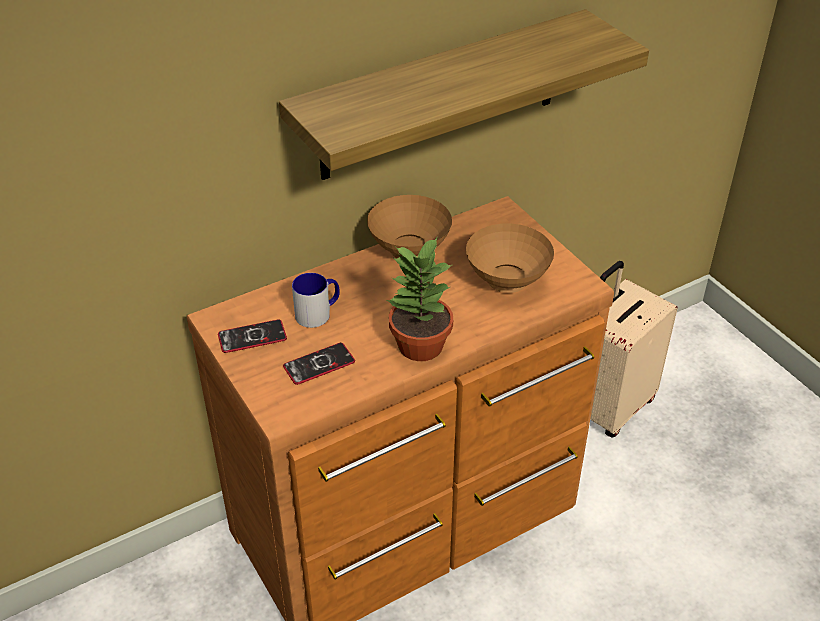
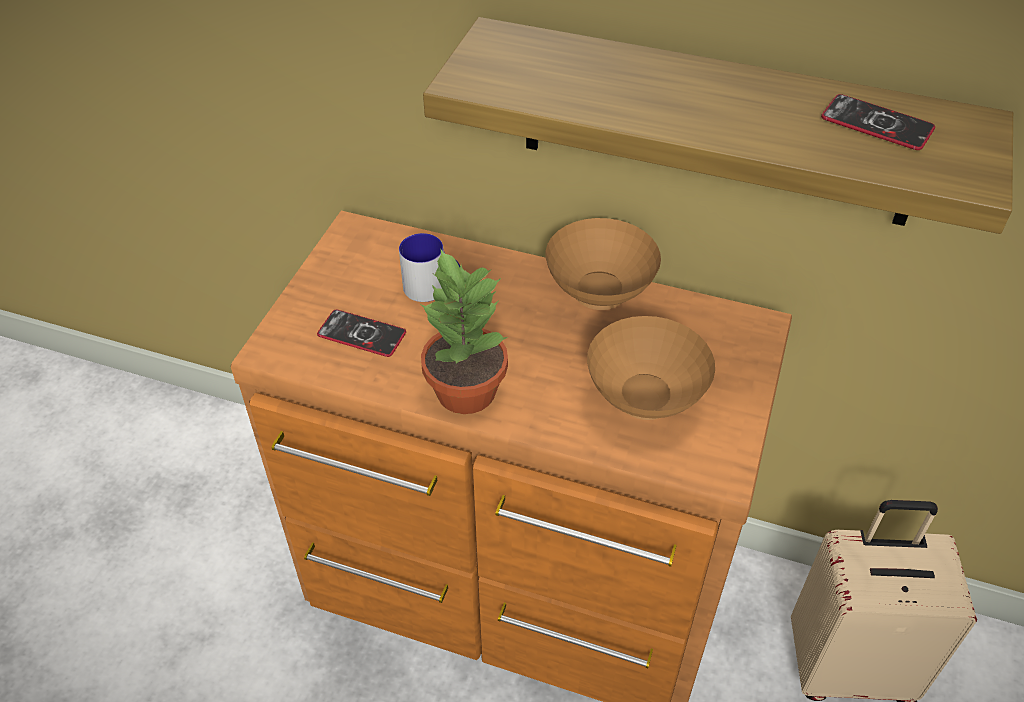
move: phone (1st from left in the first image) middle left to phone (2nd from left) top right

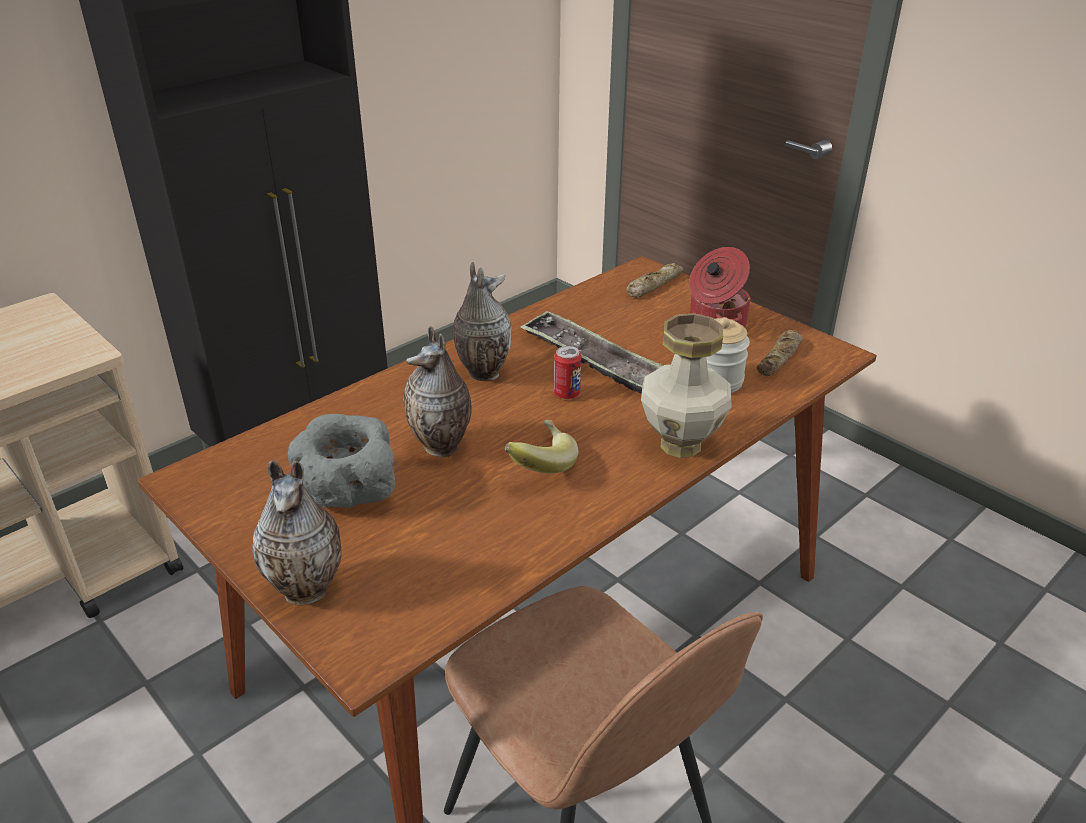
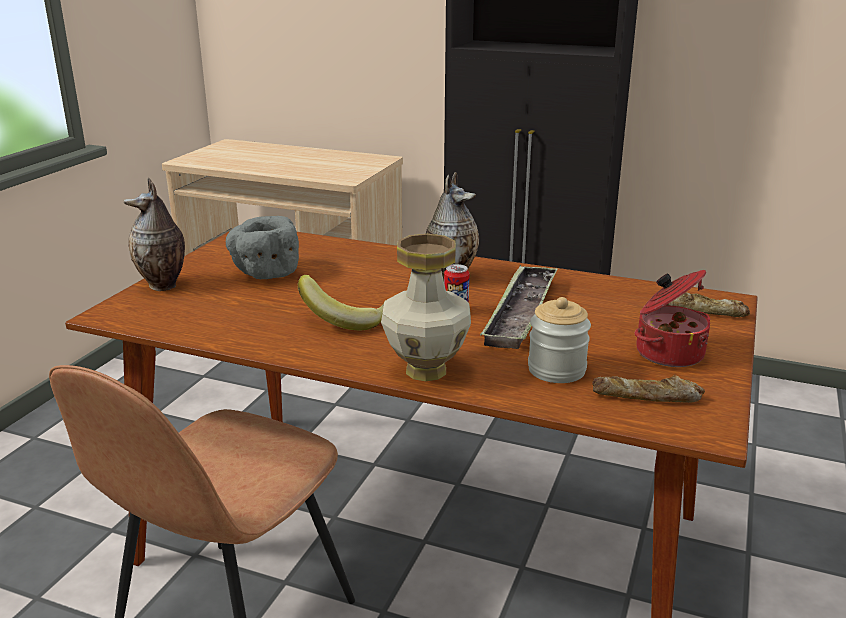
delete: vase (2nd from left) centre

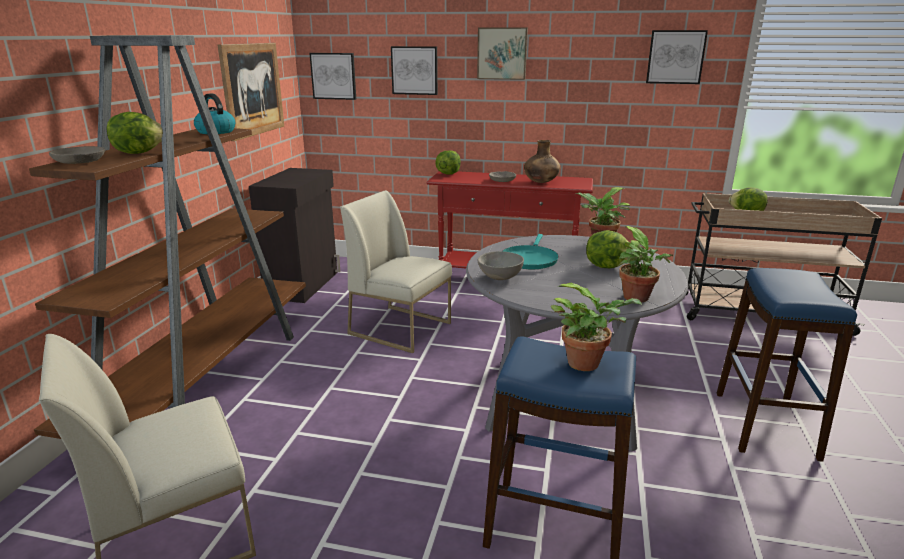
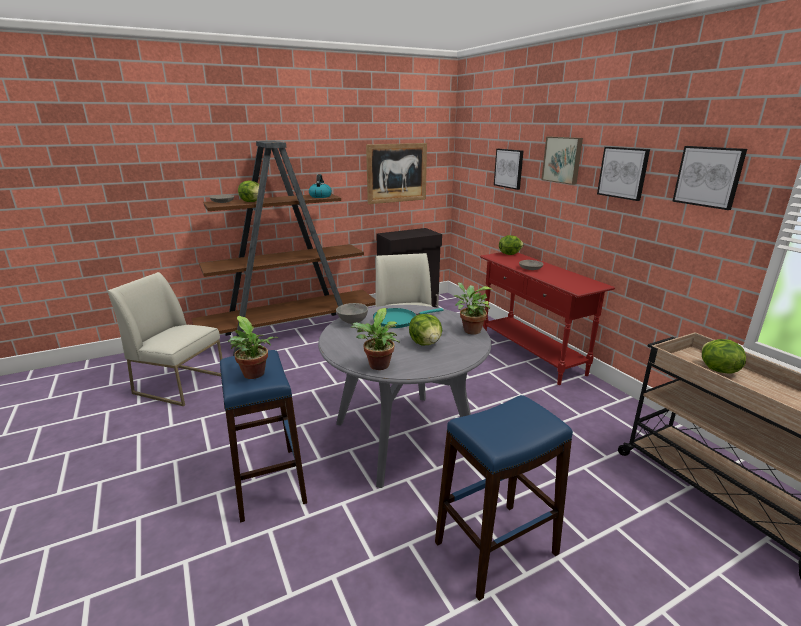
delete: vase (brown) top centre
move: picture (2nd from left in the first image) top centre to picture (4th from left) top right

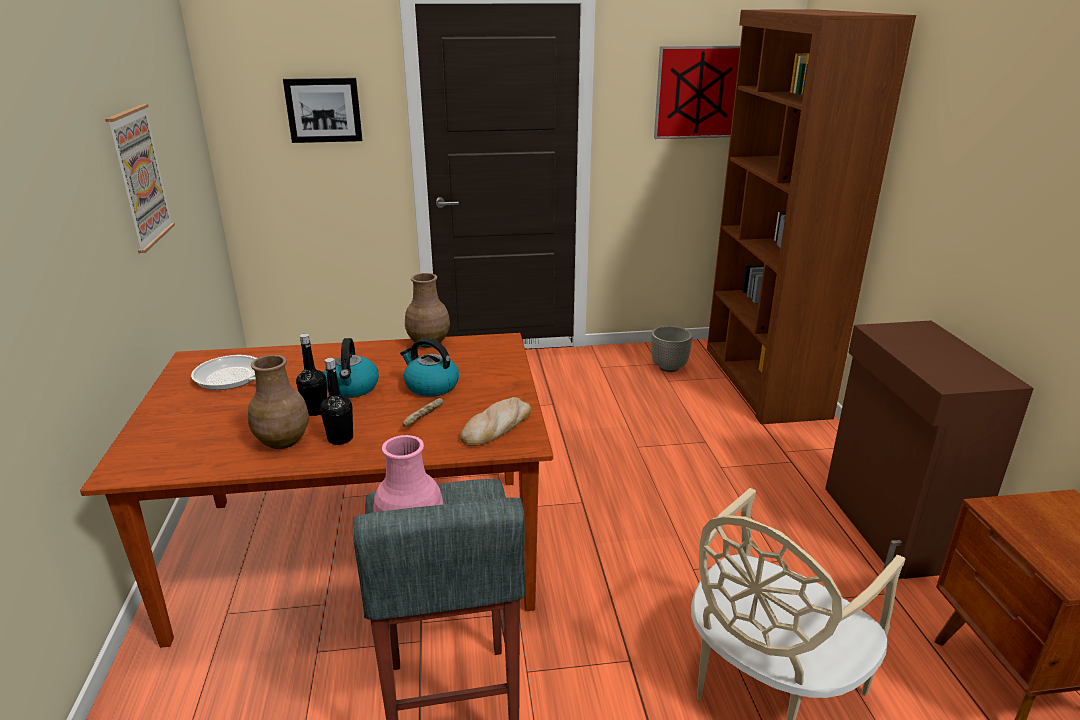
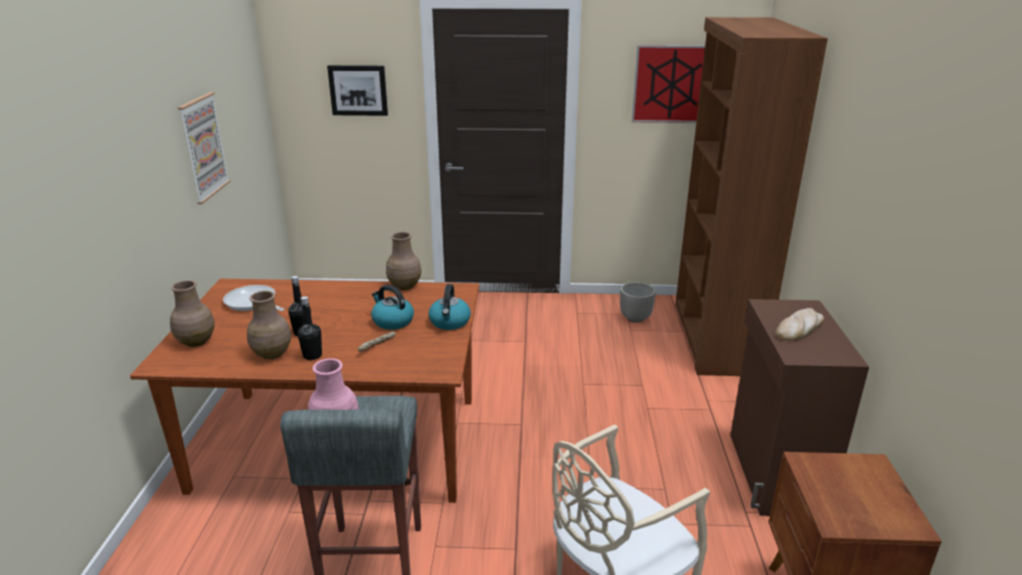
insert: vase (brown) (1st from left) middle left
move: kettle (1st from left in the first image) middle left to kettle (2nd from left) centre; bread (2nd from left) centre to middle right

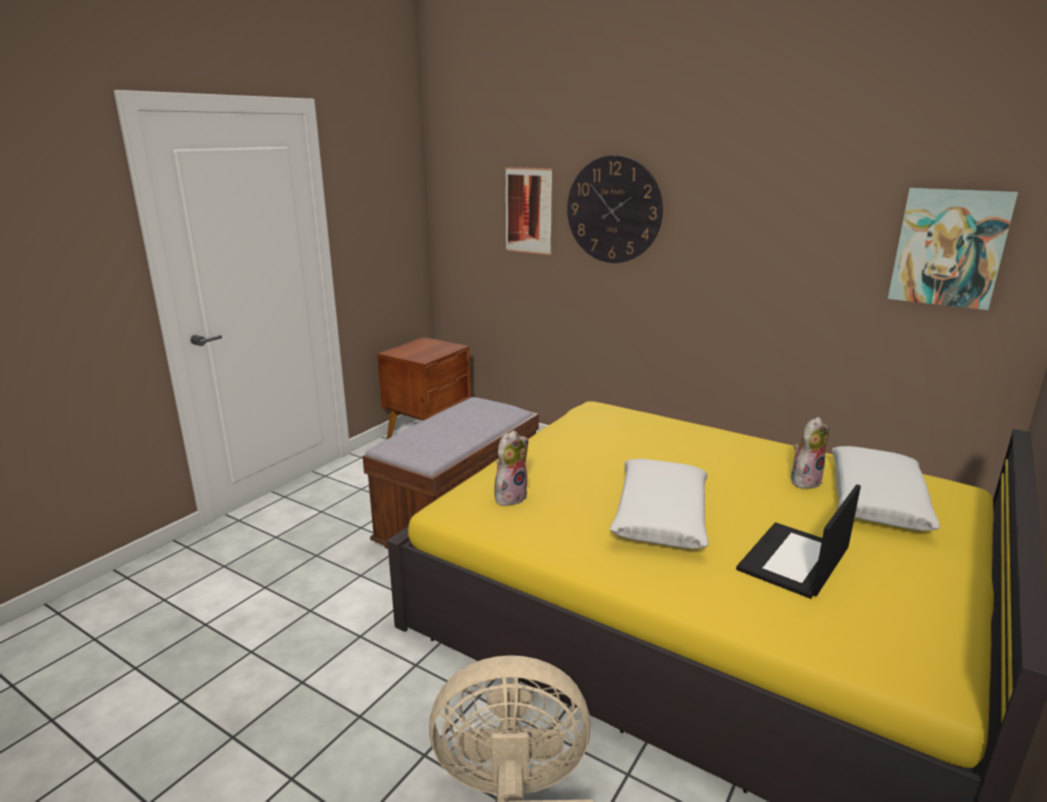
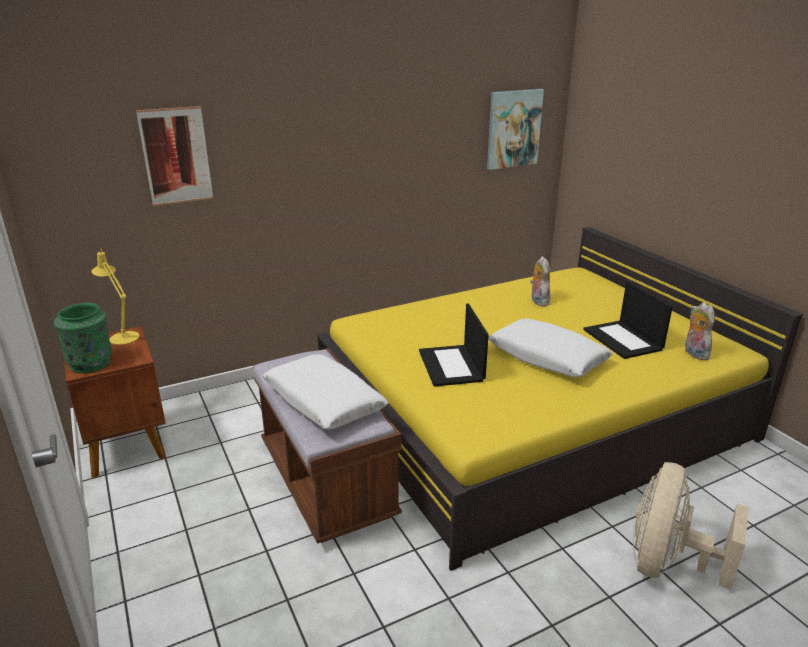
delete: wall clock top centre
insert: vase (green) middle left; table lamp (yellow) middle left; laptop (1st from left) centre
move: plush toy (1st from left in the first image) centre to plush toy (2nd from left) middle right; pillow (white) (2nd from left in the first image) middle right to pillow (white) (1st from left) centre

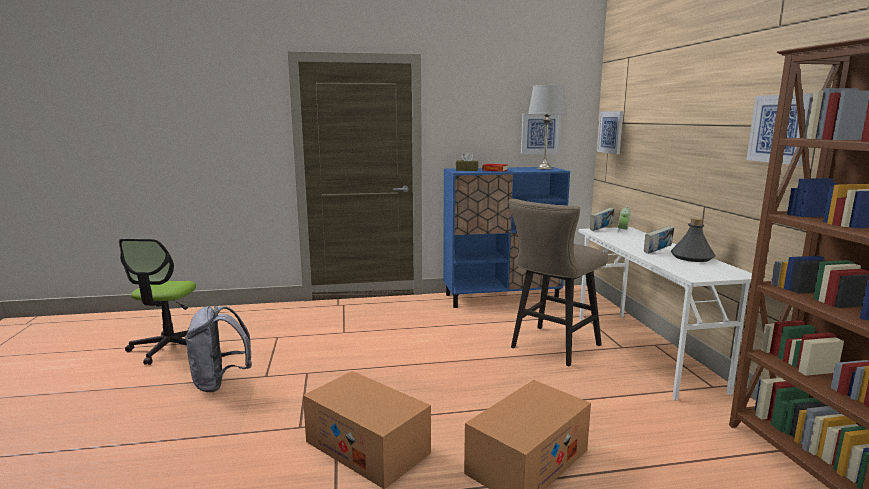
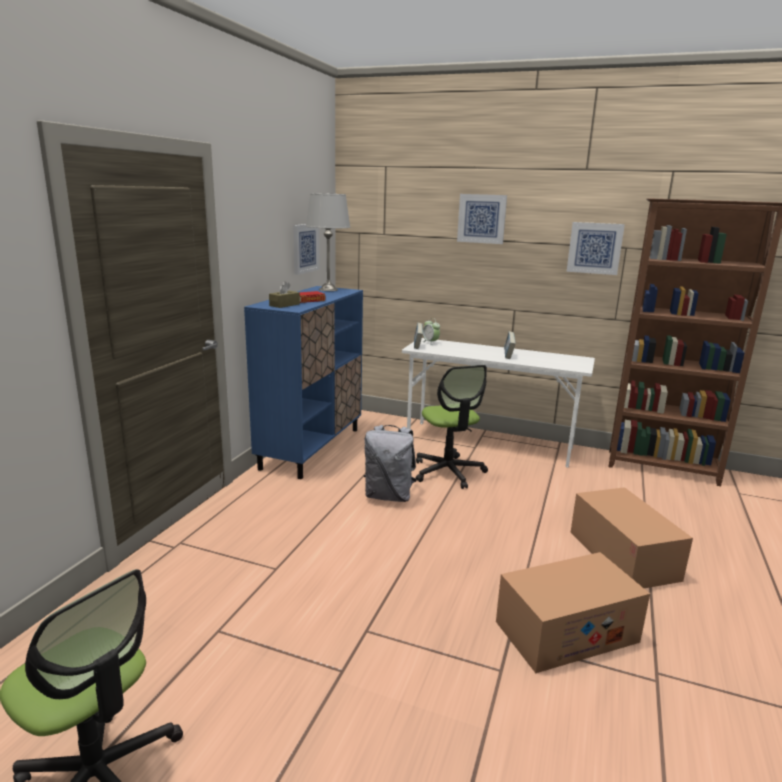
delete: bottle (grey) middle right
move: backpack (grey) bottom left to centre; picture (2nd from left) top right to top centre
replace: stool (beige) centre to office chair (2nd from left) centre

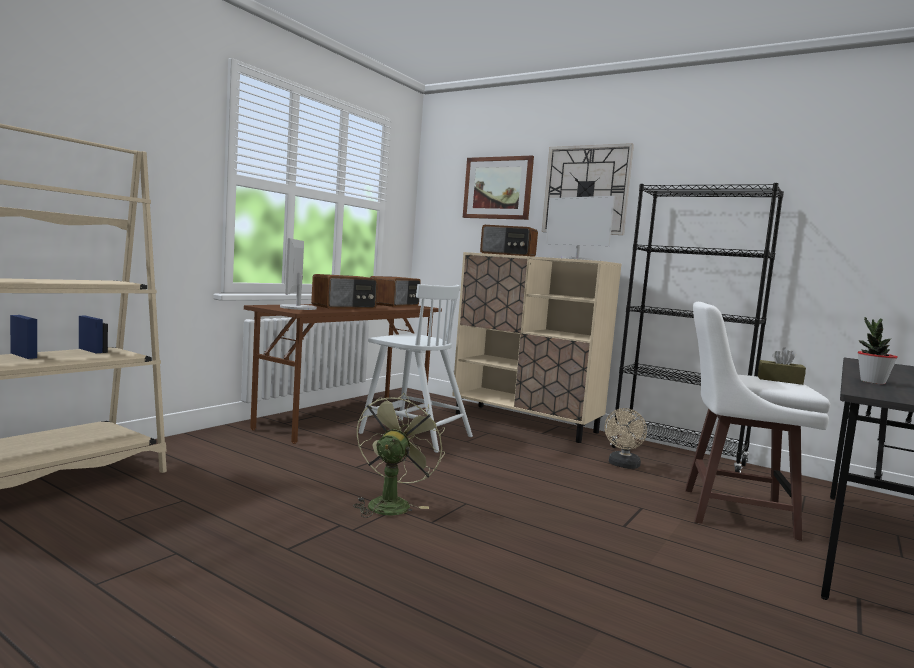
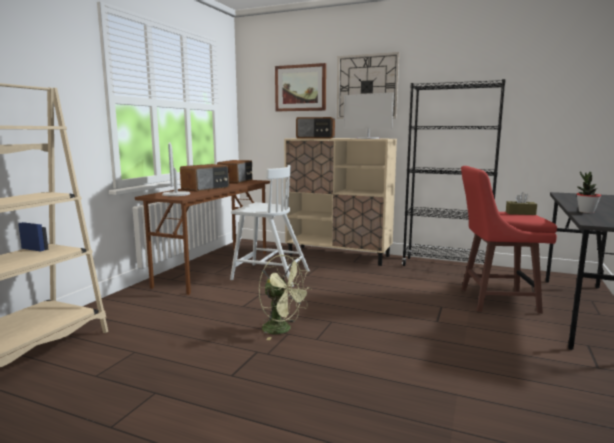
delete: fan (beige) middle right
recolor: stool (white) middle right to stool (red) middle right
rotate: fan (green) bottom centre = bottom centre 120 degrees clockwise

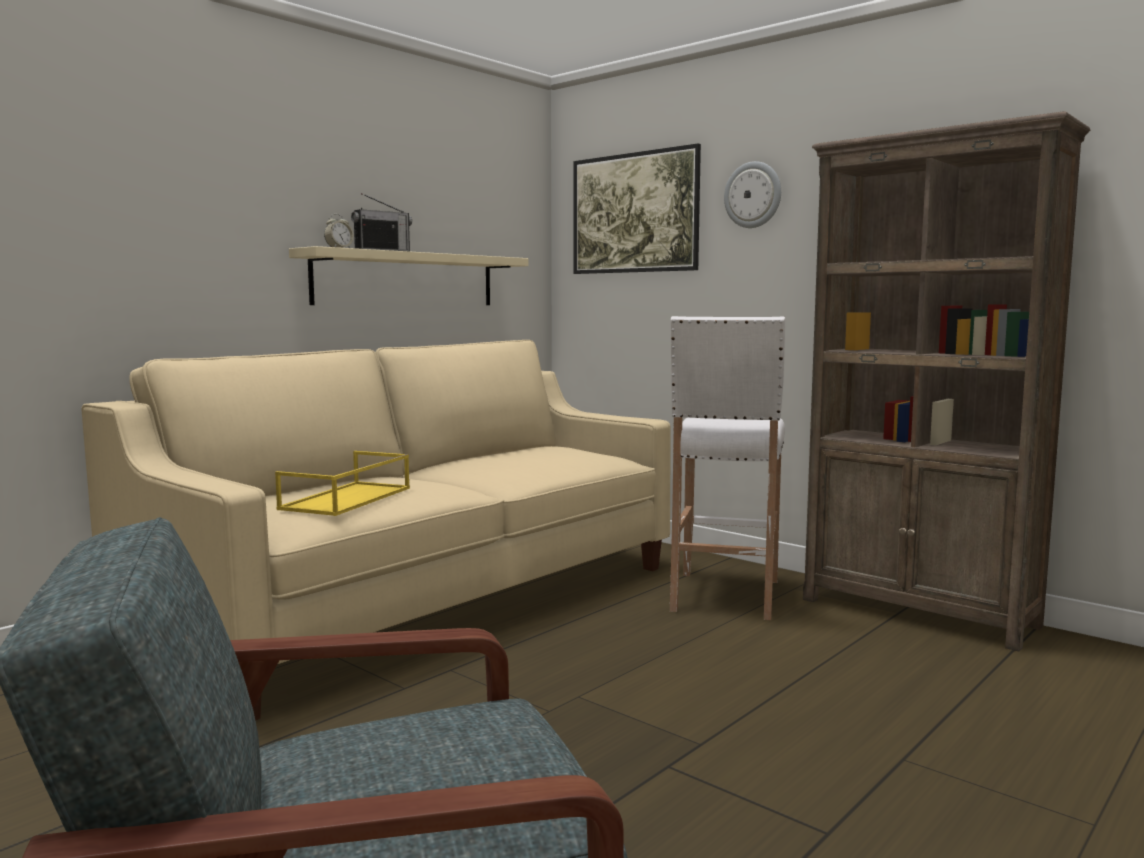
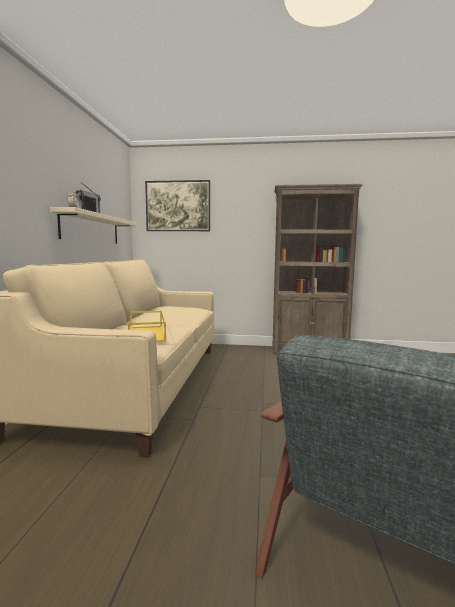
delete: stool (white) centre; wall clock top centre

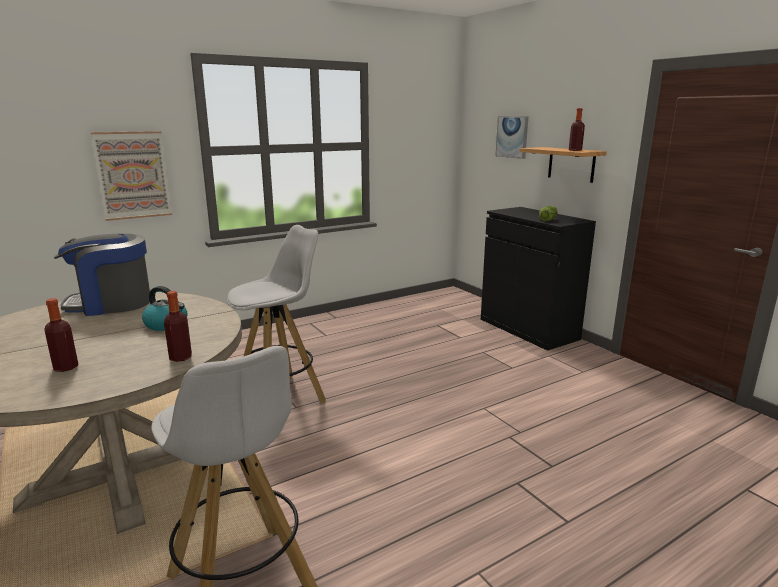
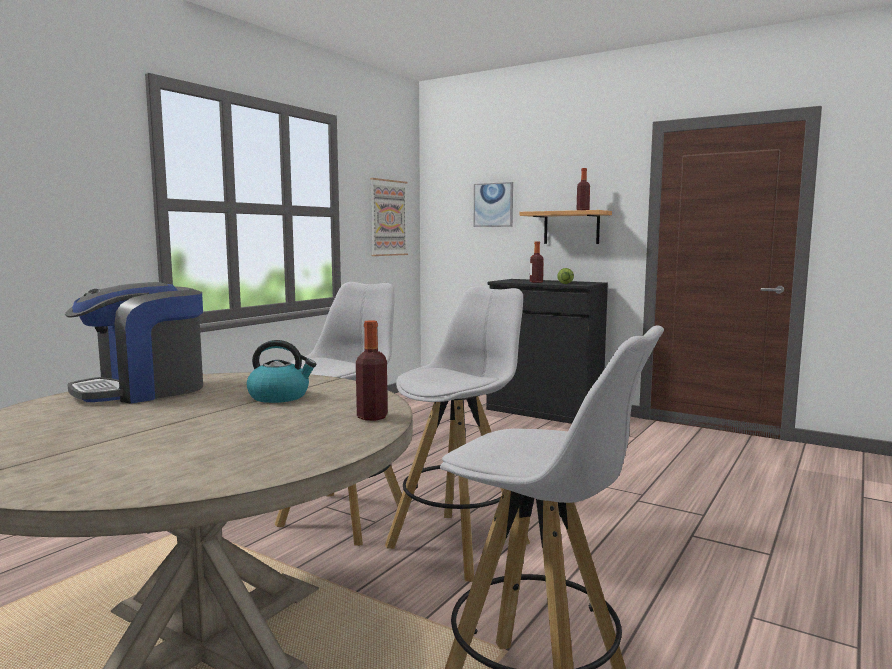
insert: stool (white) (2nd from left) centre
move: bottle (1st from left in the first image) middle left to bottle (2nd from left) centre; picture (1st from left) top left to top centre

